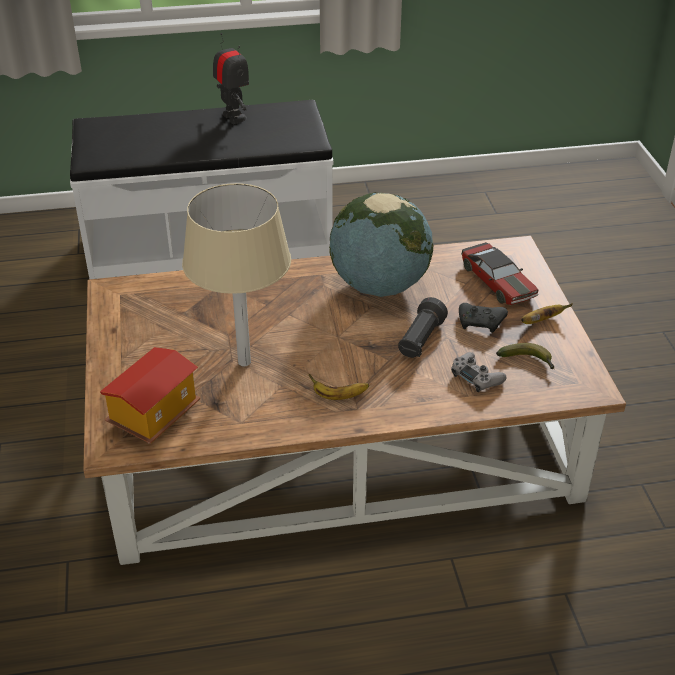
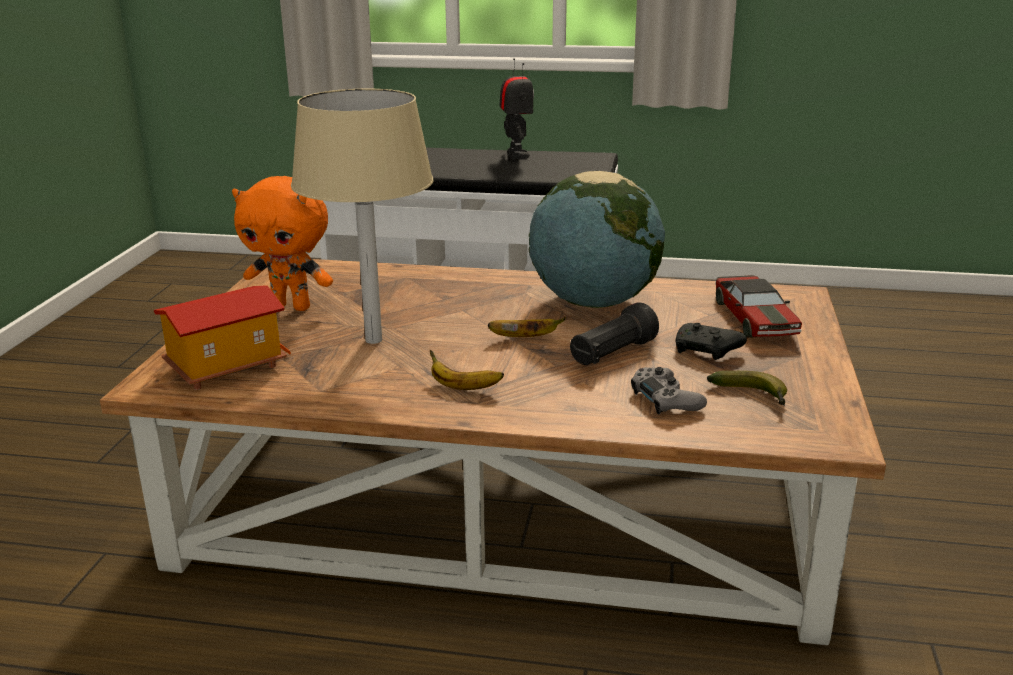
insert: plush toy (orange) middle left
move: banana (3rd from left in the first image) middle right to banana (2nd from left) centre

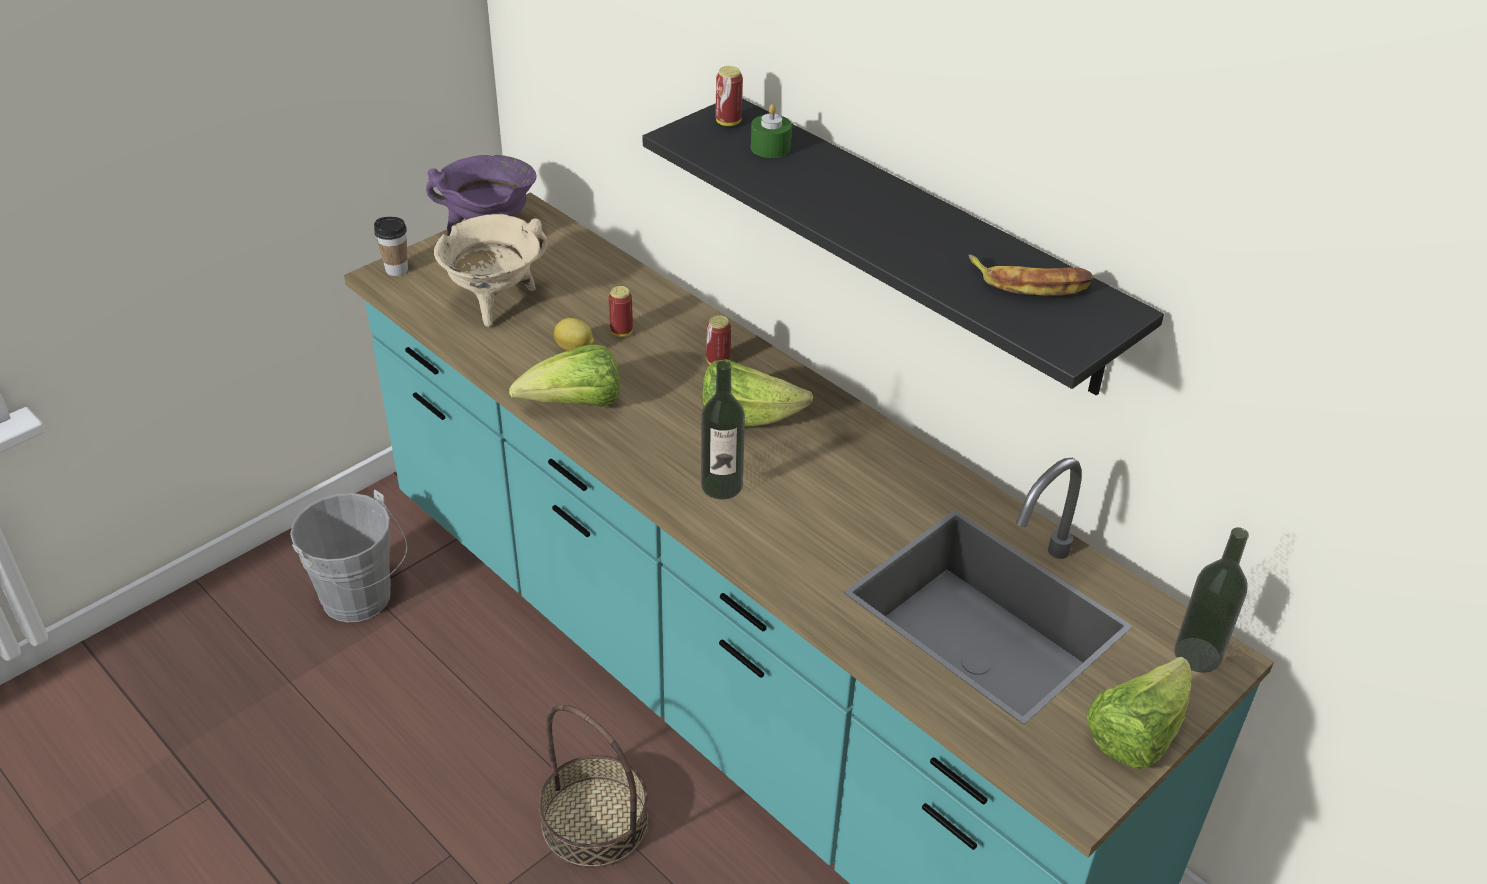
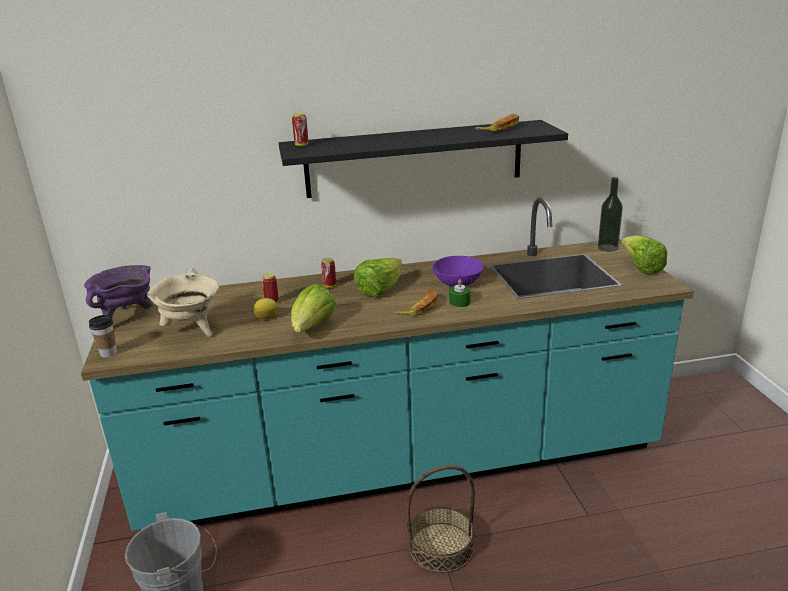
insert: bowl (purple) centre
move: candle (green) top centre to centre
replace: bottle (1st from left) centre to banana (1st from left) centre

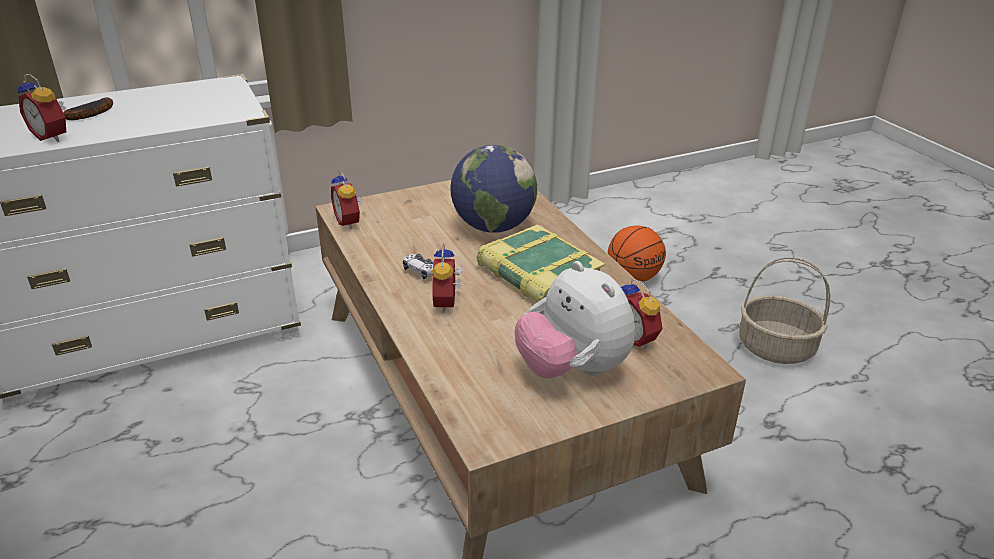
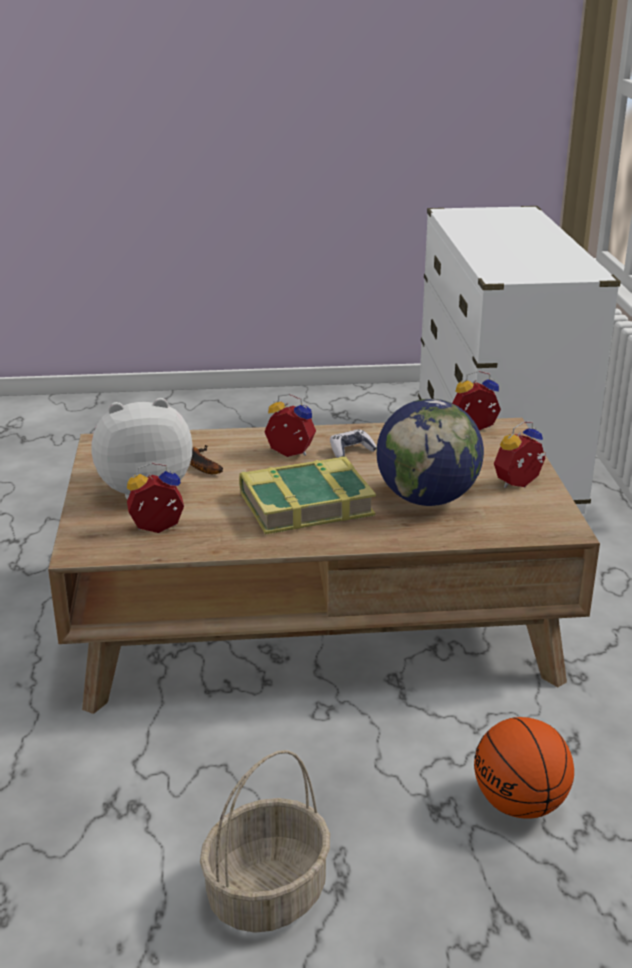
move: alarm clock (1st from left in the first image) top left to alarm clock (4th from left) middle right; banana top left to middle left

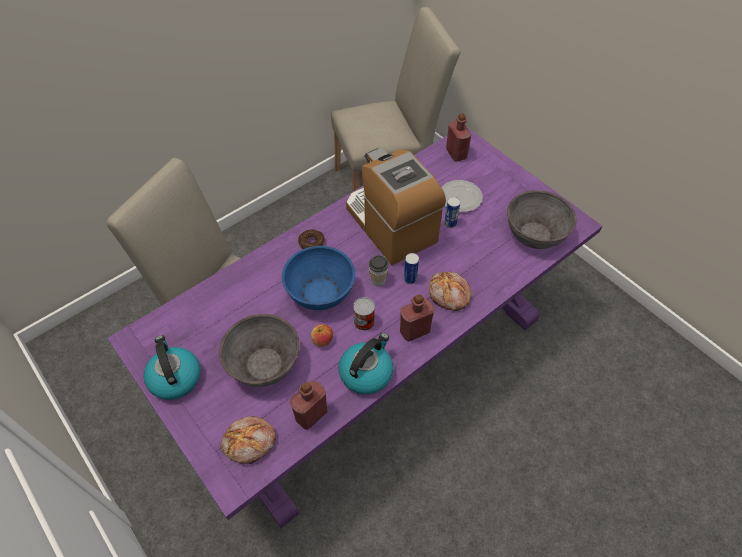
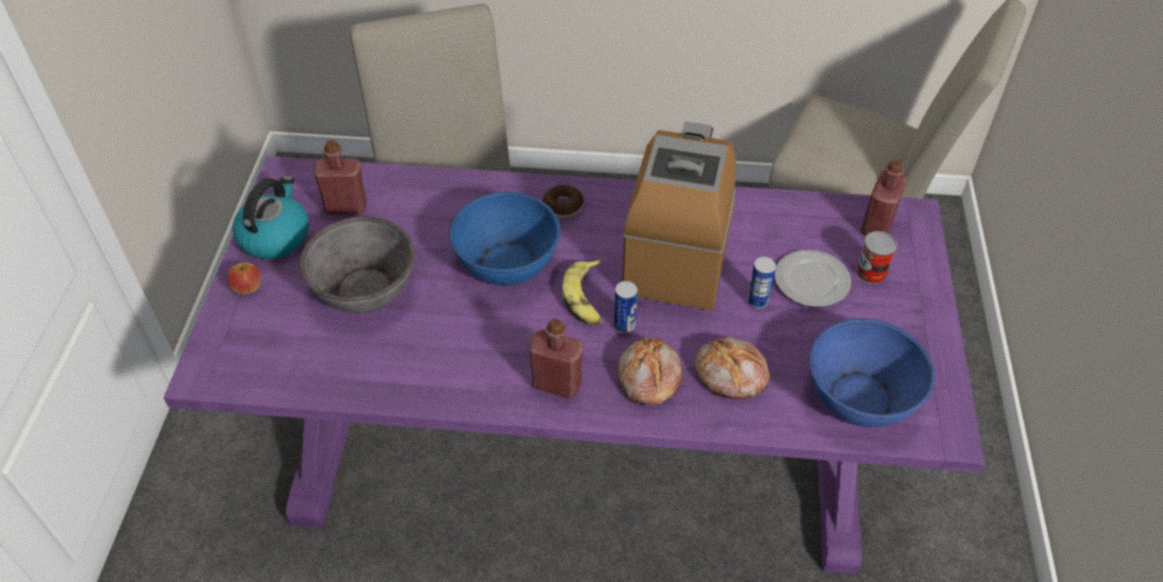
delete: kettle (2nd from left) centre
move: bread (1st from left in the first image) bottom centre to bread (2nd from left) centre; bottle (red) (1st from left) bottom centre to top left; apple centre to middle left; can (1st from left in the first image) centre to can (3rd from left) middle right
replace: cup centre to banana centre
recolor: bowl (grey) (2nd from left) middle right to bowl (blue) (2nd from left) middle right

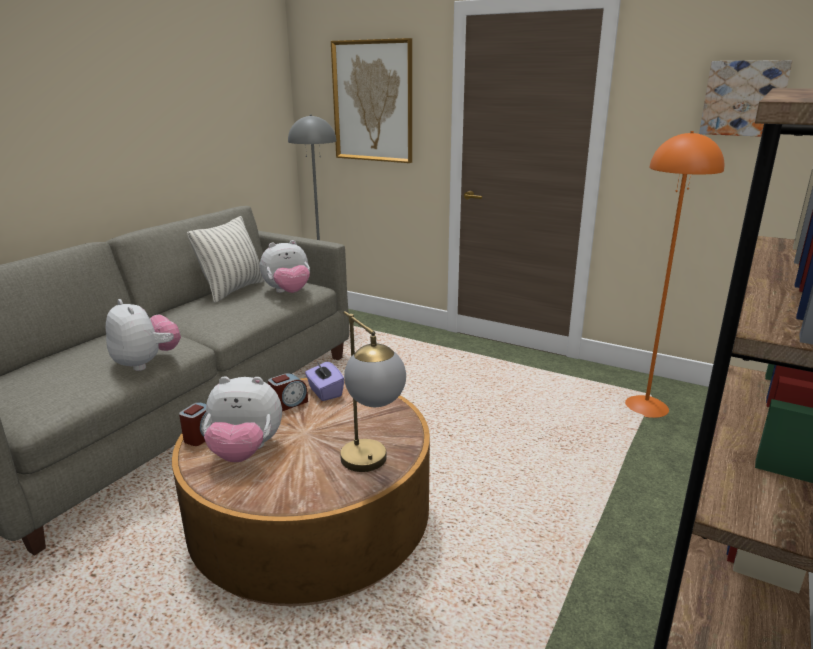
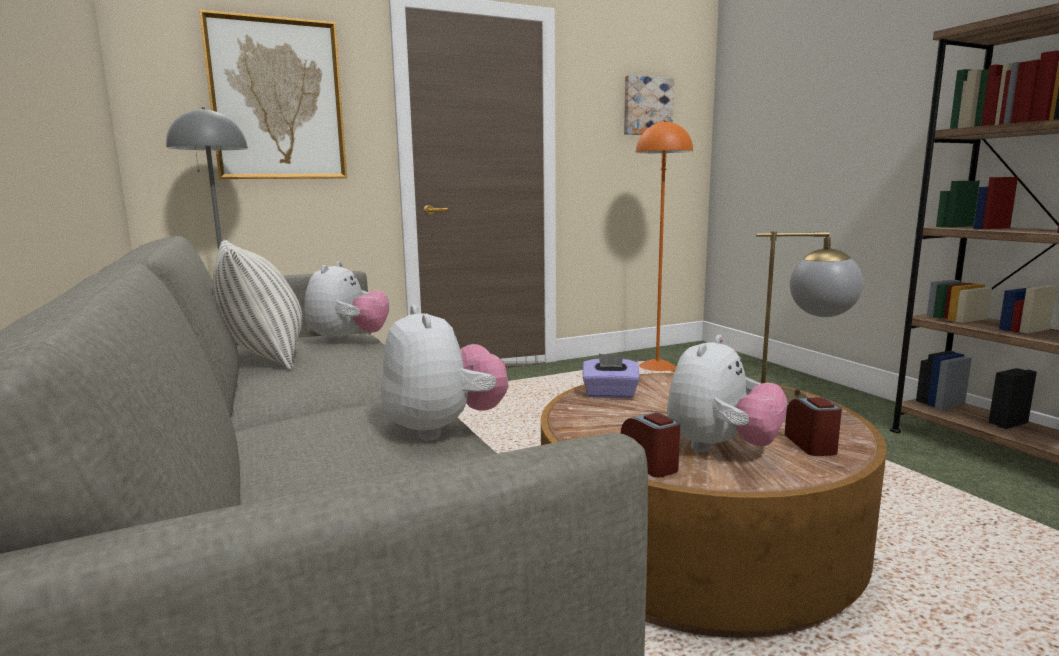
move: alarm clock (2nd from left) centre to middle right
rotate: plush toy (1st from left in the first image) middle left = centre 75 degrees clockwise

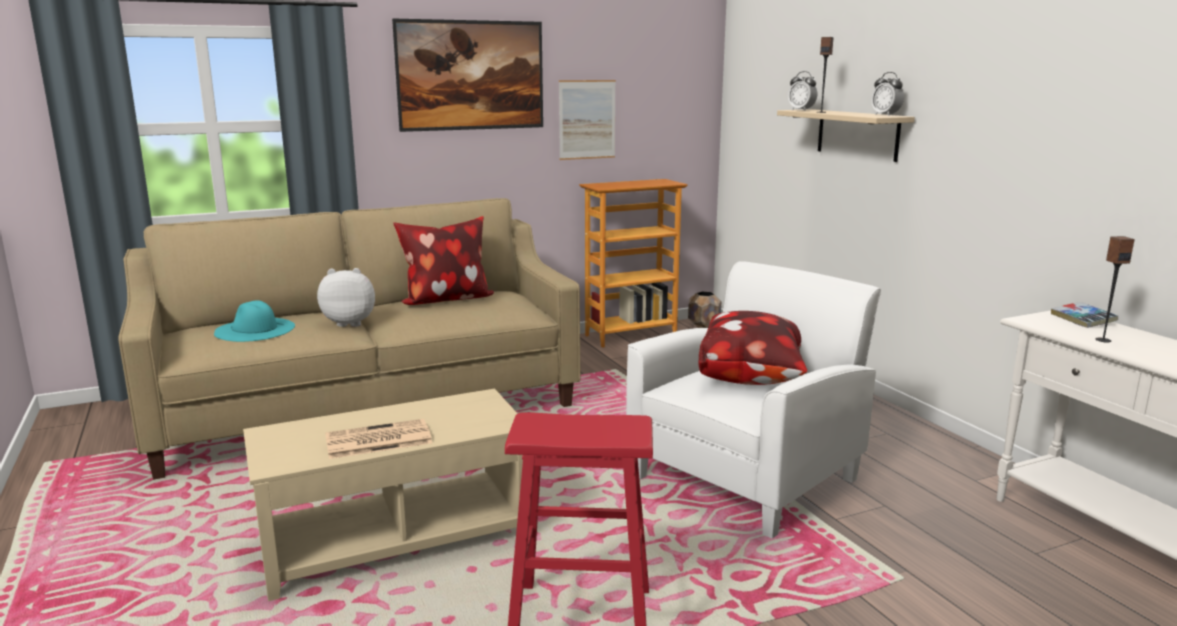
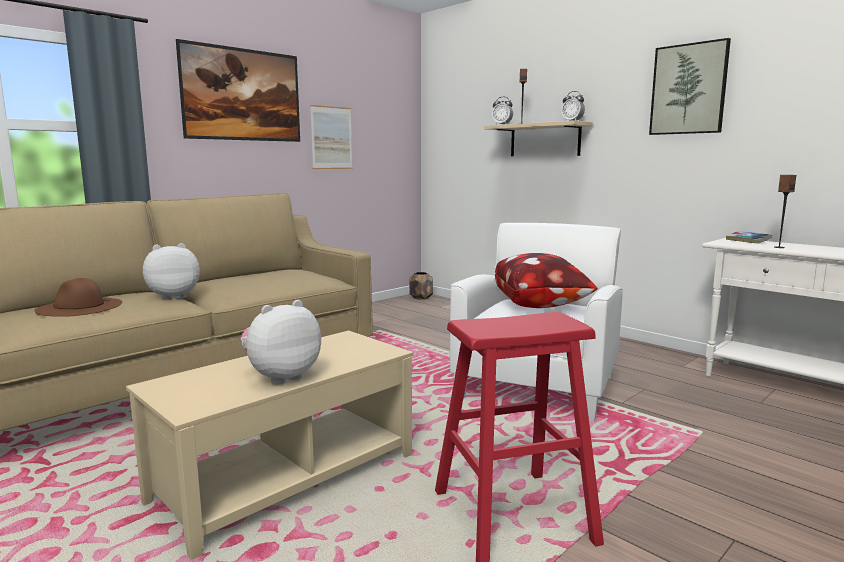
delete: pillow (1st from left) centre; bookcase centre
insert: picture (3rd from left) top right
replace: newspaper bottom left to plush toy (2nd from left) middle left
recolor: hat (turquoise) middle left to hat (brown) middle left

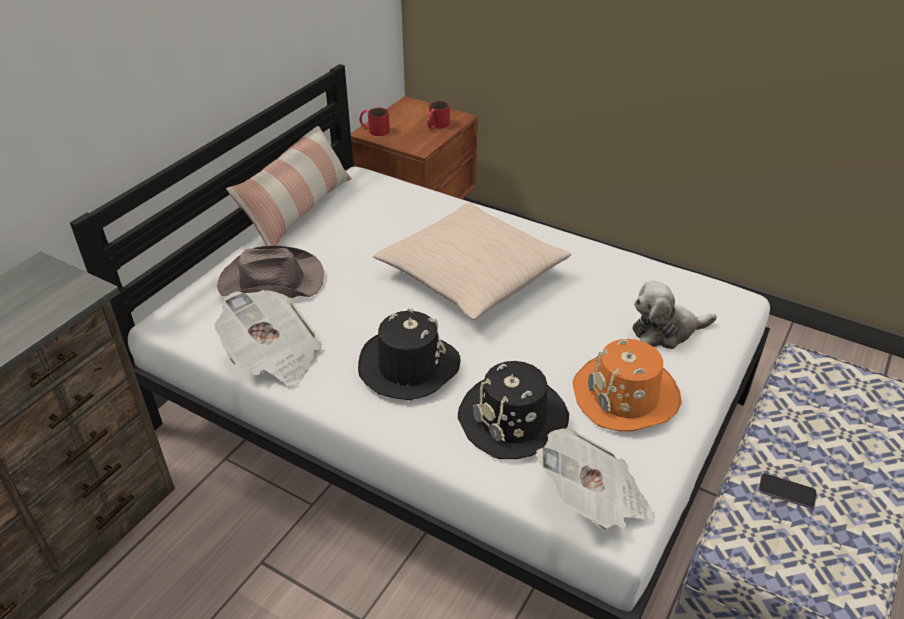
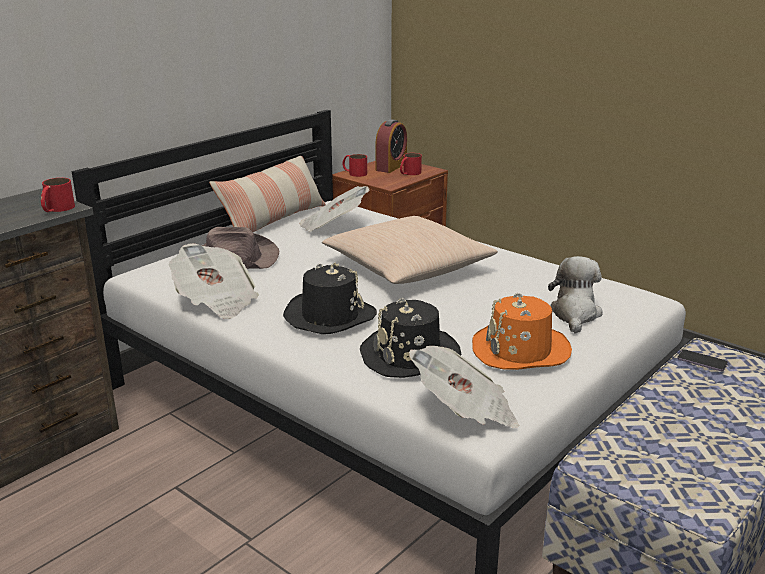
insert: mug (red) (1st from left) middle left; newspaper (2nd from left) centre; alarm clock top centre
move: phone bottom right to middle right
rotate: plush toy middle right = middle right 105 degrees clockwise

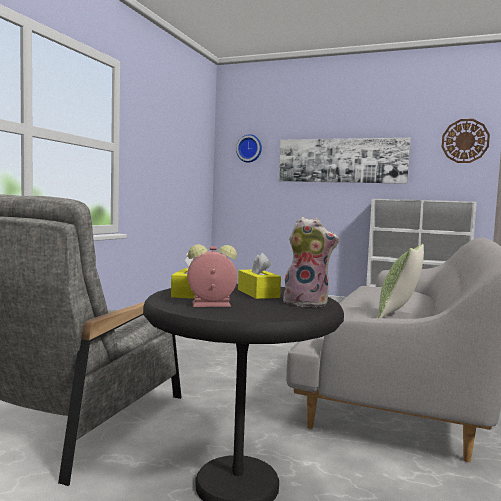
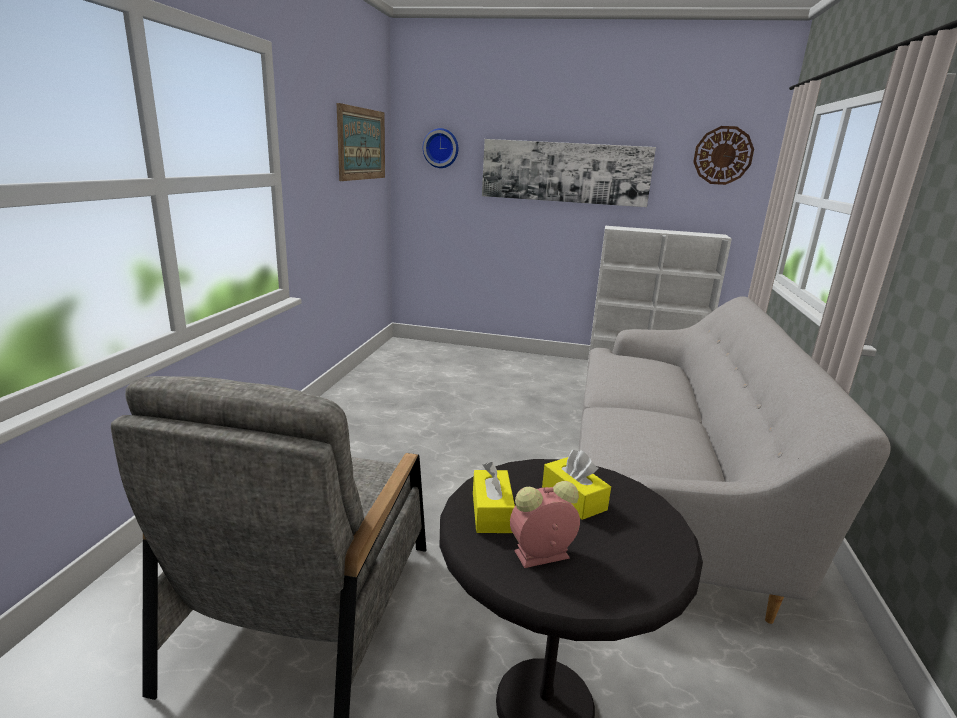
delete: plush toy centre; pillow middle right
insert: picture (1st from left) top centre

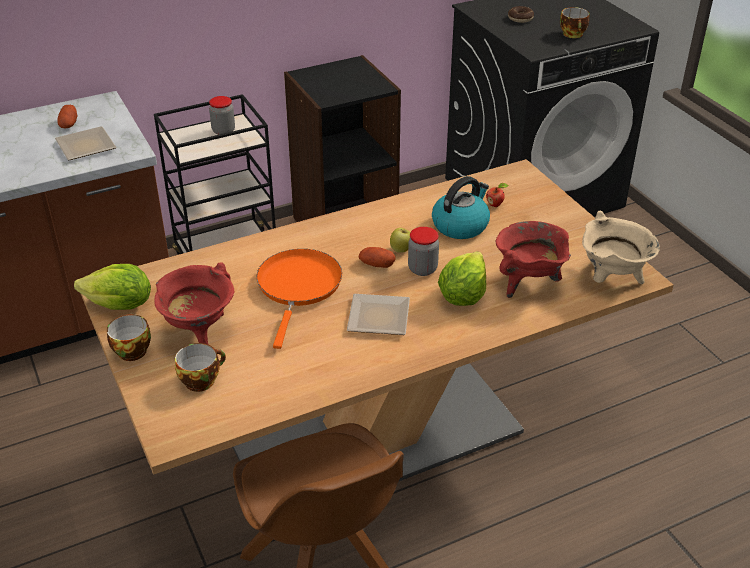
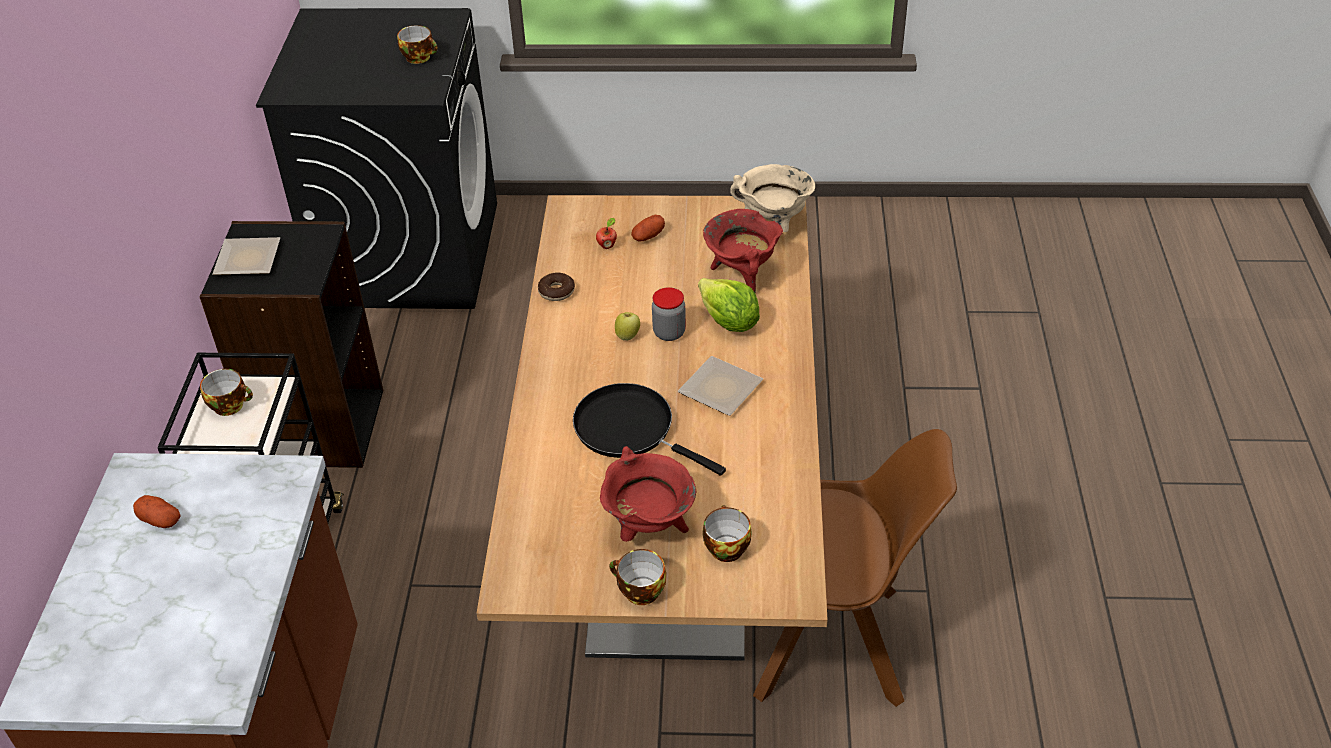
delete: lettuce (1st from left) middle left; kettle centre
move: plate (1st from left) top left to middle left; potato (2nd from left) centre to top centre; donut top right to centre
replace: jar (1st from left) top left to cup (1st from left) middle left
recolor: frying pan (orange) centre to frying pan (black) centre

